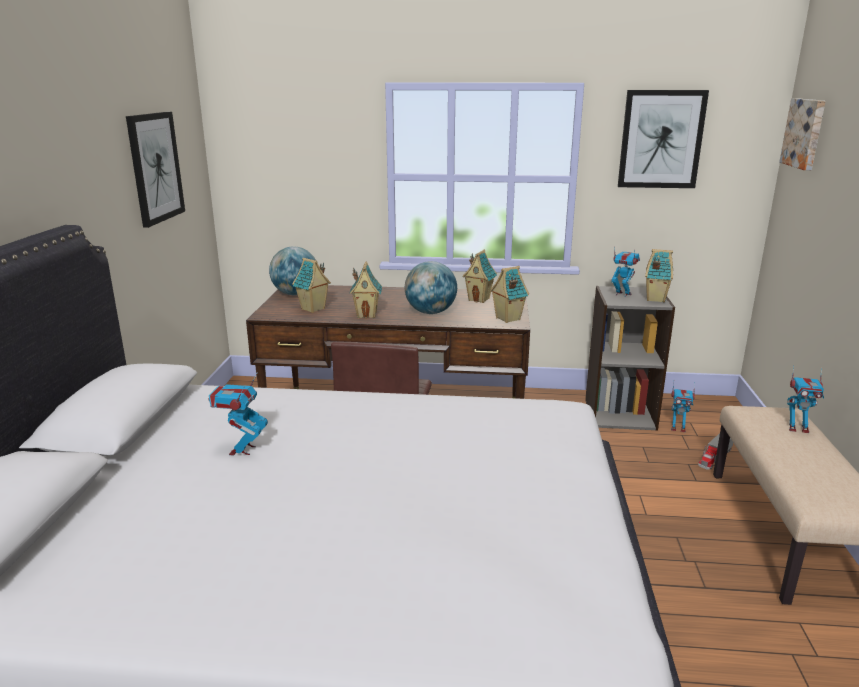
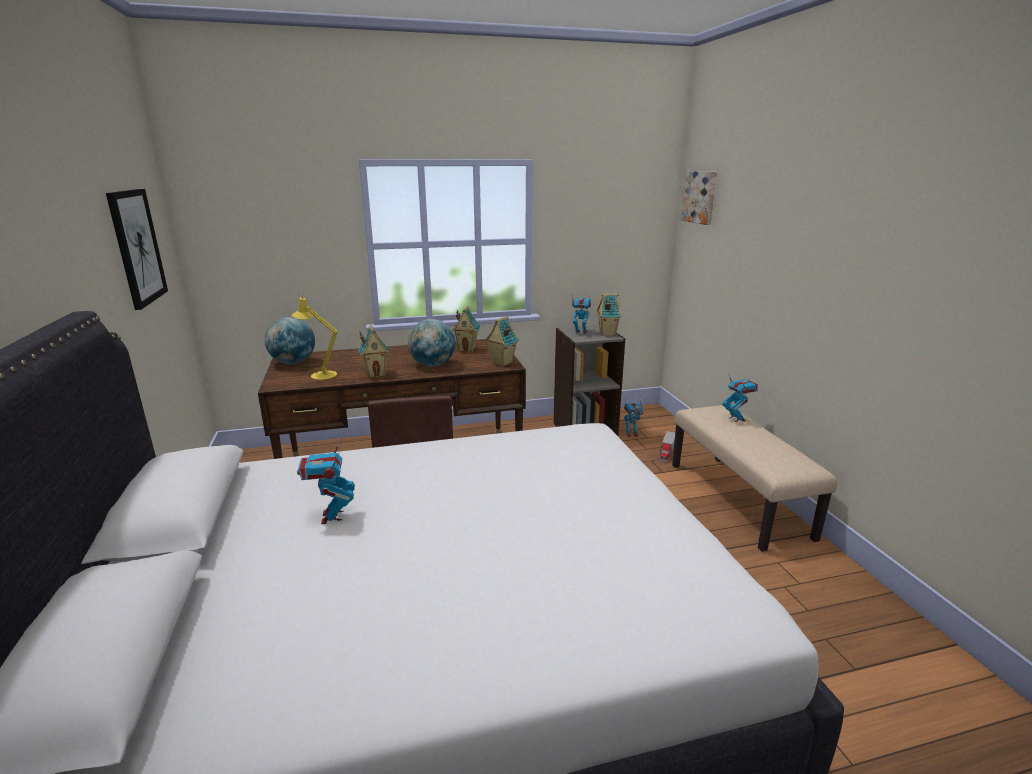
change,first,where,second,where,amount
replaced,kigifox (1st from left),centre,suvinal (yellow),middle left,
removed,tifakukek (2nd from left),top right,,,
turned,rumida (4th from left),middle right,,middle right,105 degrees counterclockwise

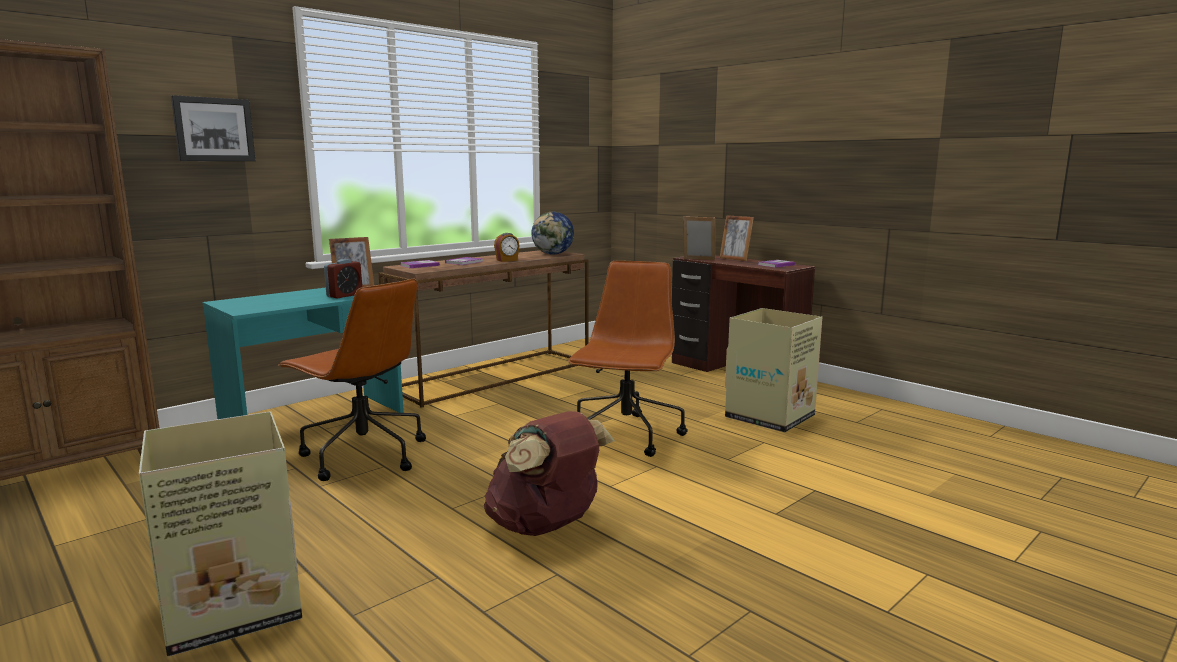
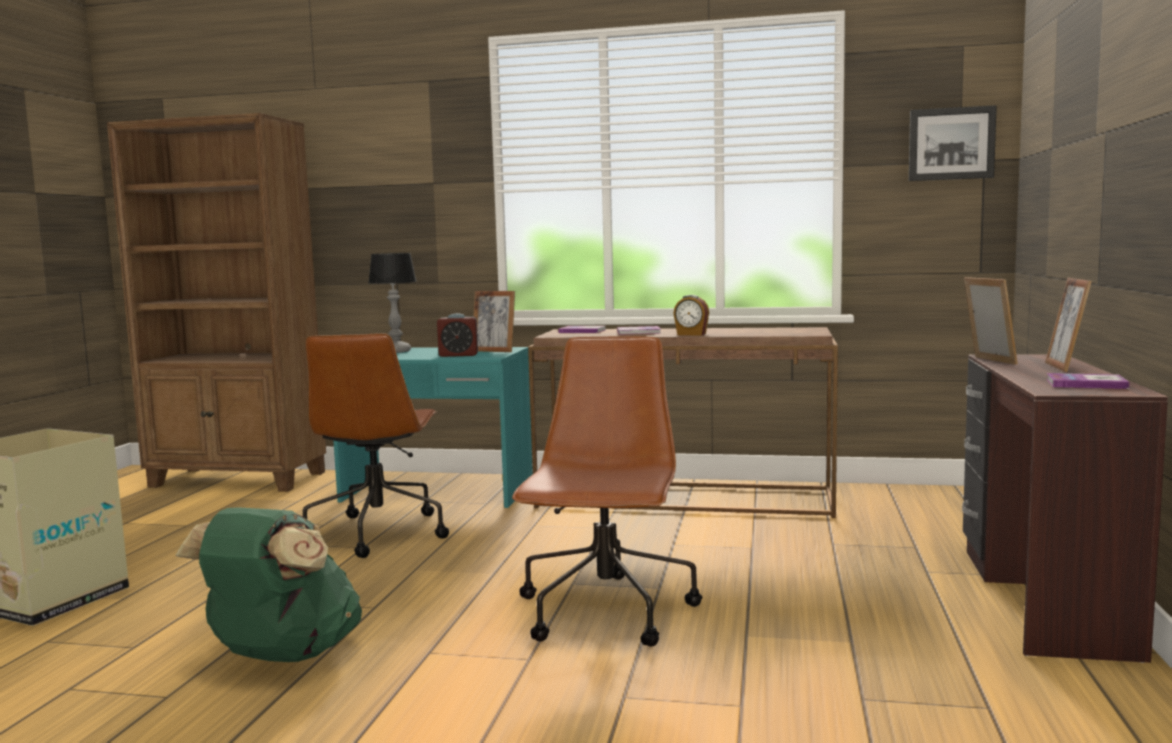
change,first,where,second,where,amount
moved,tifakukek,top left,,top right,
recoloured,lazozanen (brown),bottom centre,lazozanen (green),bottom left,
removed,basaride,centre,,,
turned,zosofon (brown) (2nd from left),centre,,centre,60 degrees counterclockwise
removed,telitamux (2nd from left),centre,,,
added,,,suvinal,centre,

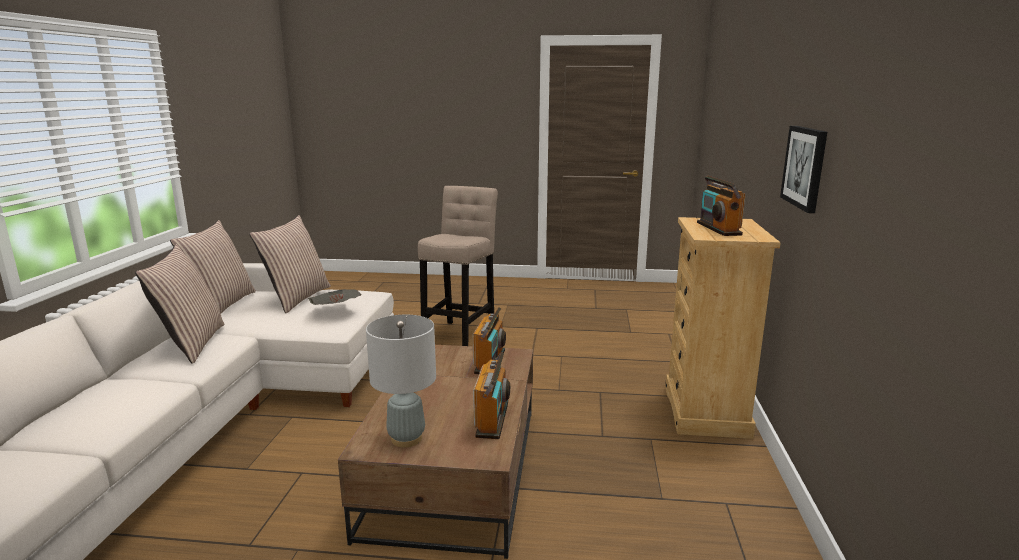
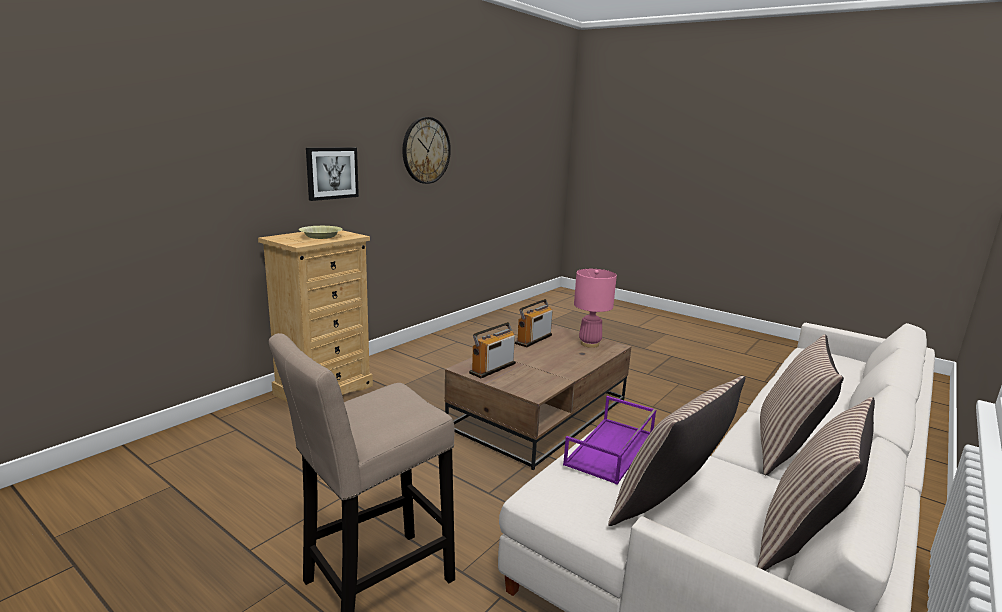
change,first,where,second,where,amount
replaced,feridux,middle left,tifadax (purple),bottom centre,
recoloured,suvinal (grey),bottom centre,suvinal (pink),centre,
replaced,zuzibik (3rd from left),middle right,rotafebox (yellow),middle left,
added,,,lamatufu,top centre,

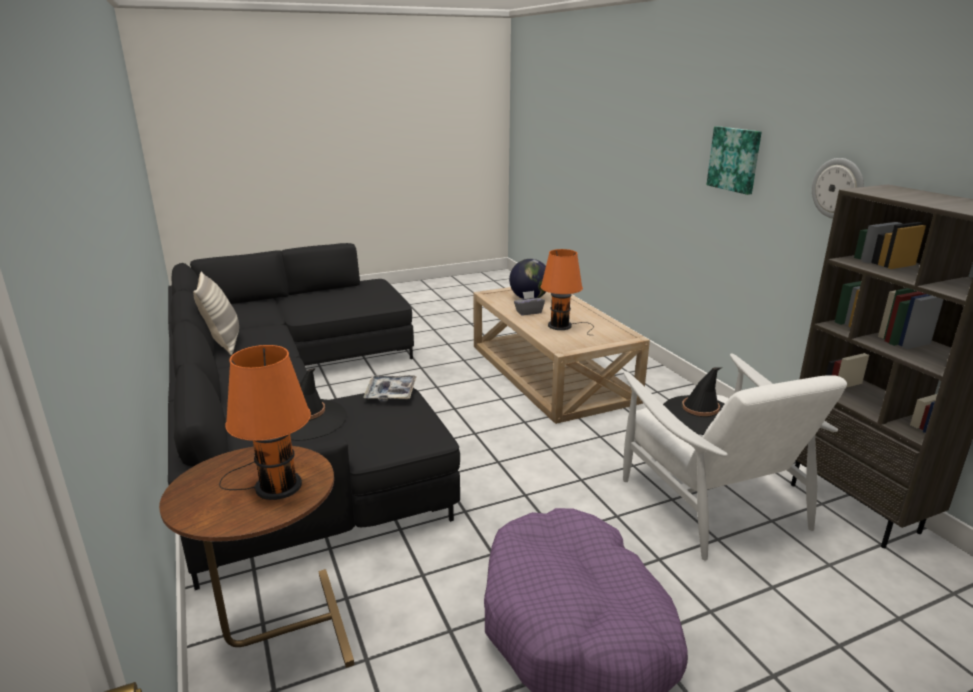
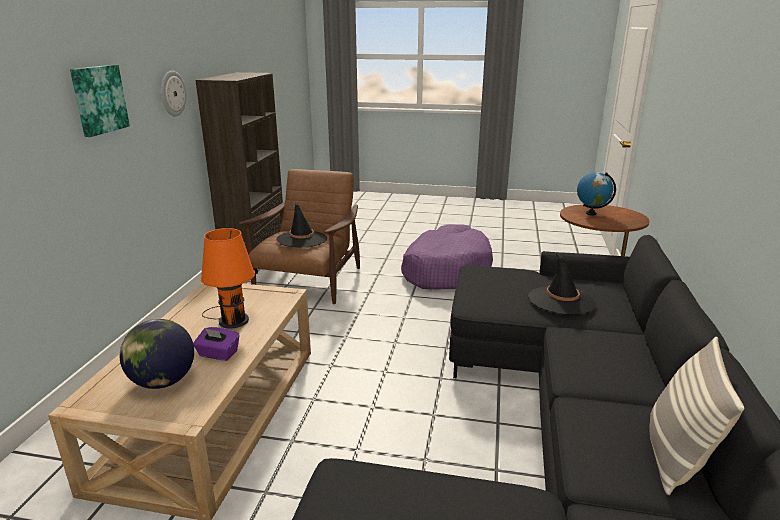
change,first,where,second,where,amount
replaced,suvinal (orange) (1st from left),middle left,basaride (2nd from left),middle right,
removed,tifadax,centre,,,
recoloured,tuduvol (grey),centre,tuduvol (purple),middle left,
recoloured,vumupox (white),middle right,vumupox (brown),centre,

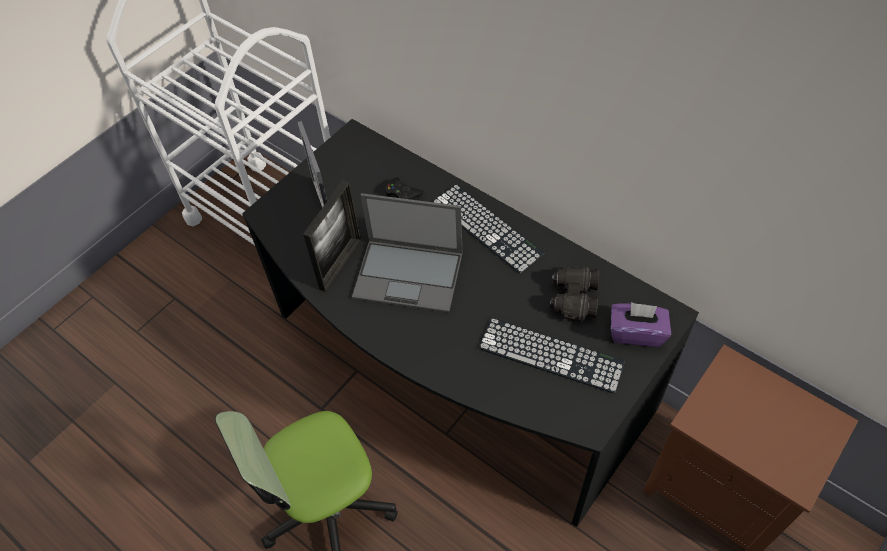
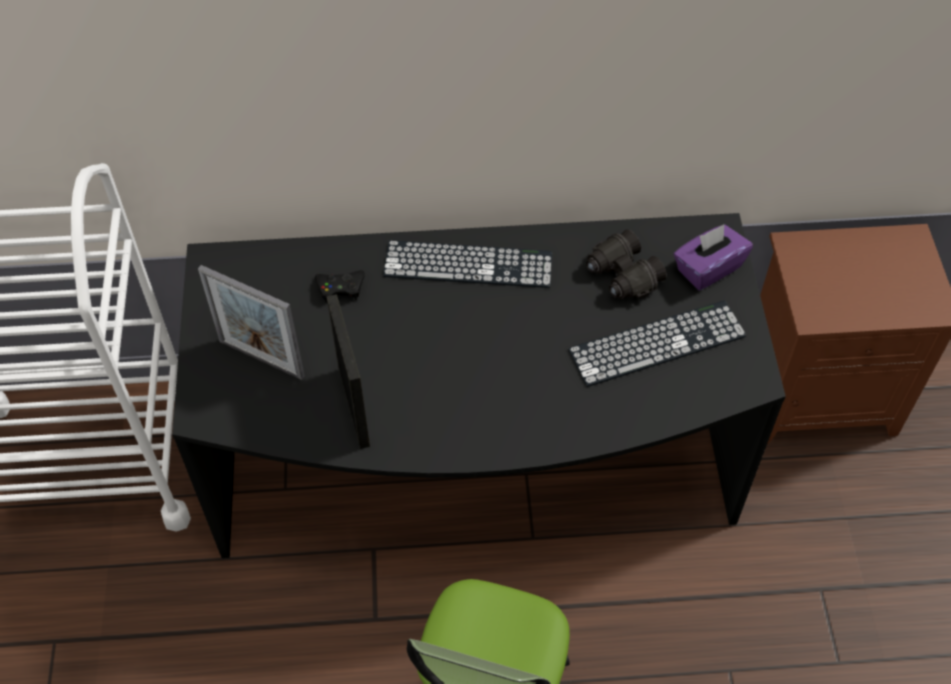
change,first,where,second,where,amount
removed,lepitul,centre,,,

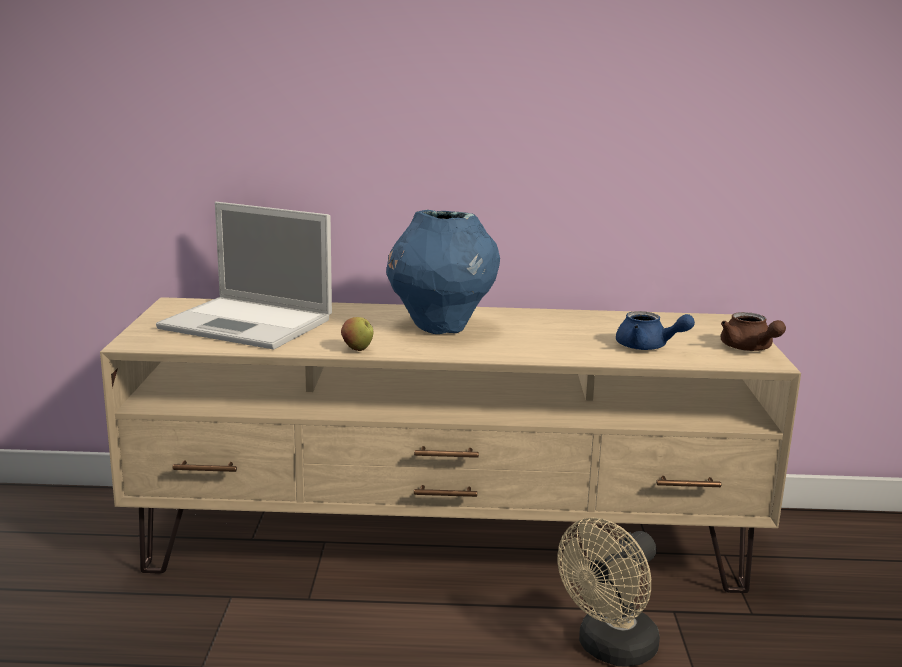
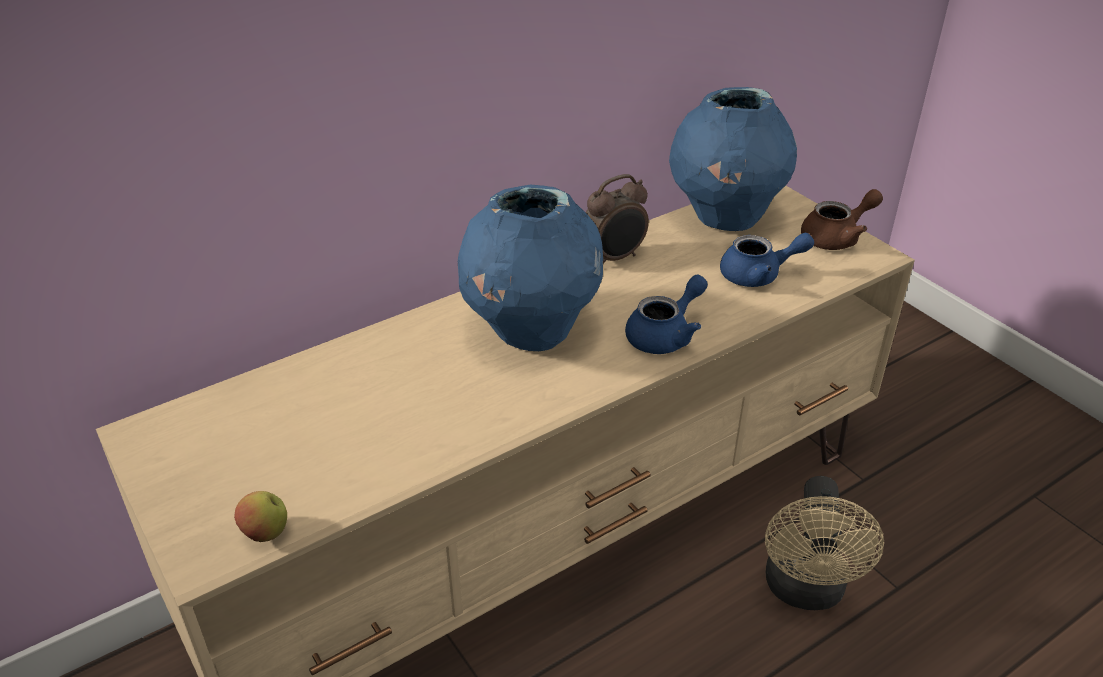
change,first,where,second,where,amount
removed,lepitul,middle left,,,
moved,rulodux,centre,,bottom left,
turned,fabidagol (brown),middle right,,top right,60 degrees counterclockwise
added,,,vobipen,top centre,
added,,,fabidagol (blue) (1st from left),centre,
added,,,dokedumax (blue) (2nd from left),top centre,

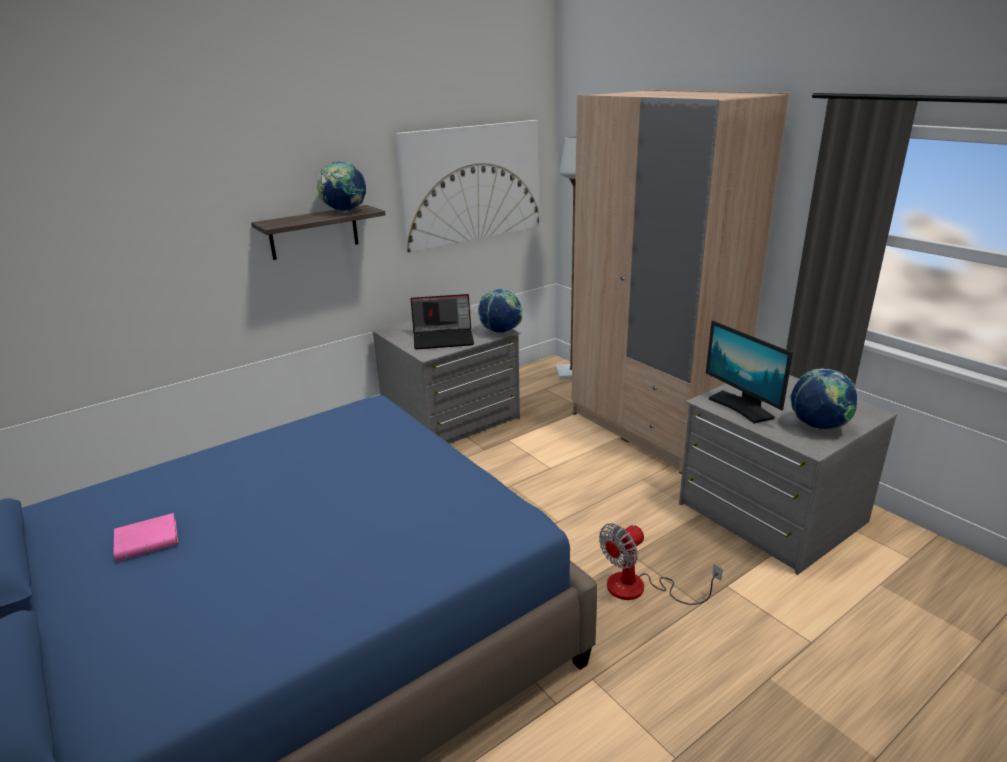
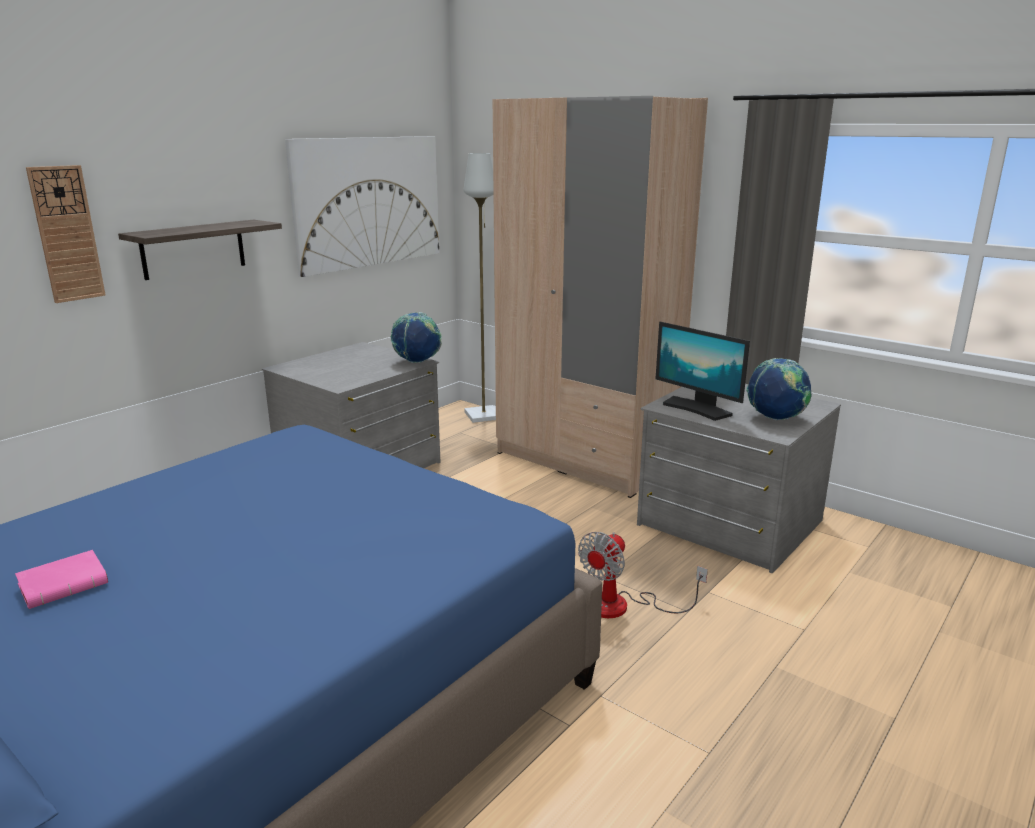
change,first,where,second,where,amount
removed,basaride (1st from left),top centre,,,
removed,lepitul,centre,,,
added,,,lamatufu,top left,

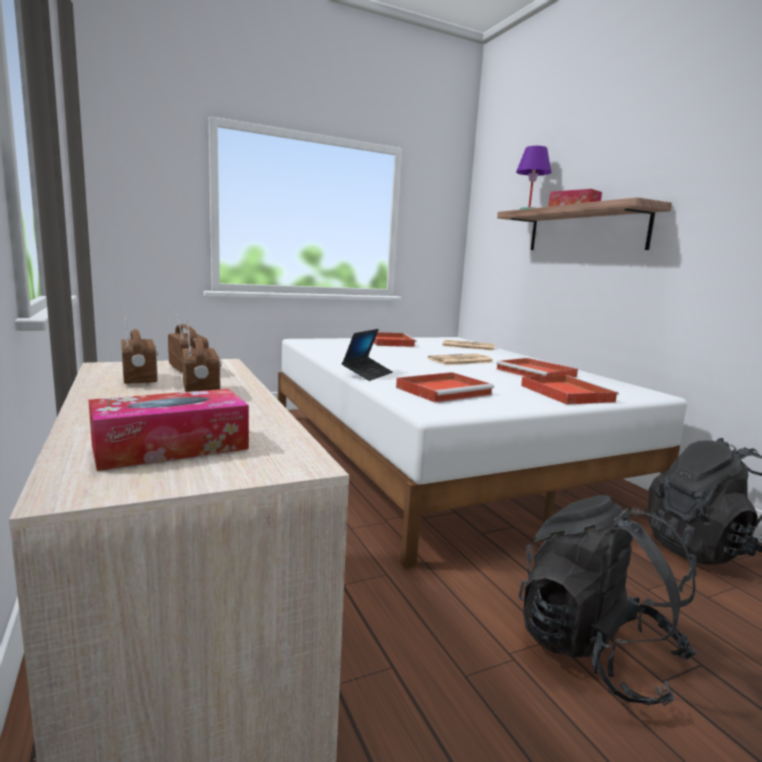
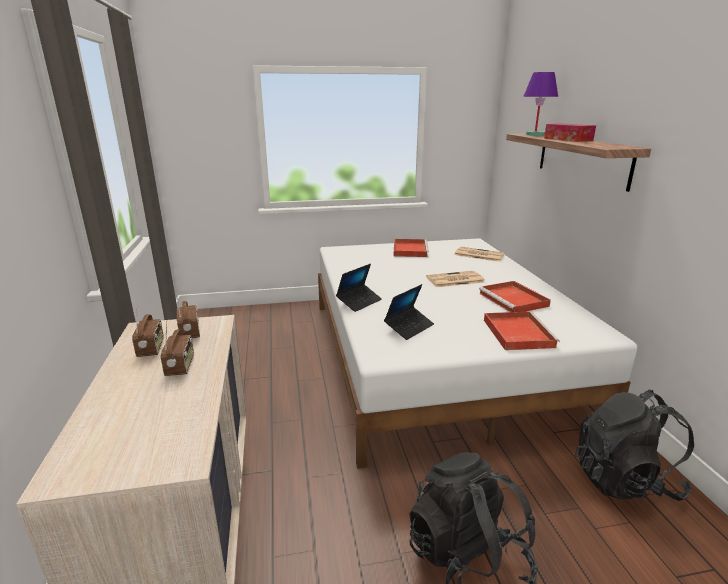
change,first,where,second,where,amount
removed,tuduvol (1st from left),middle left,,,
replaced,tifadax (red) (2nd from left),centre,lepitul (2nd from left),centre,

